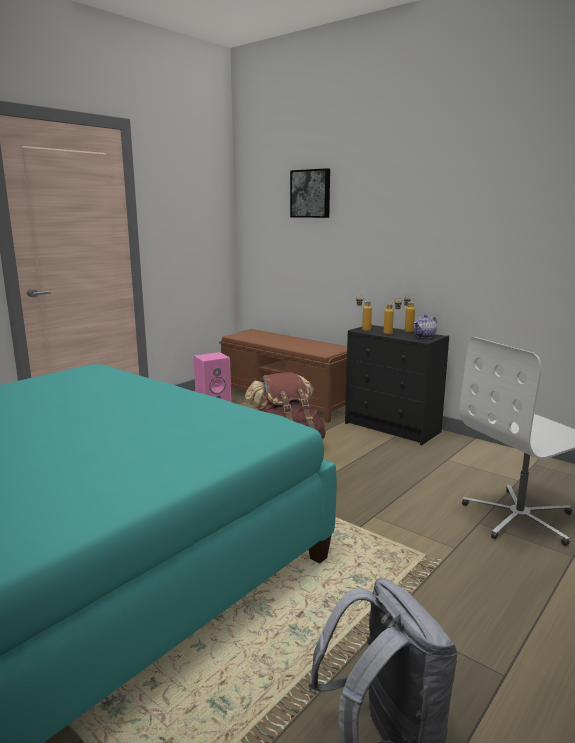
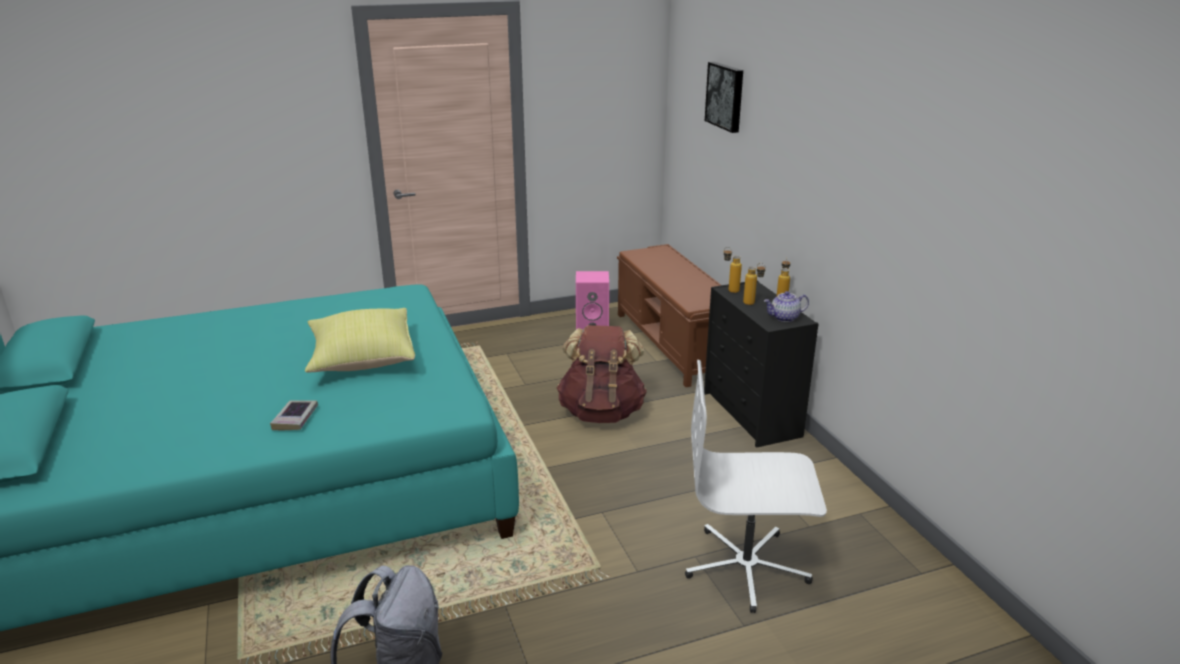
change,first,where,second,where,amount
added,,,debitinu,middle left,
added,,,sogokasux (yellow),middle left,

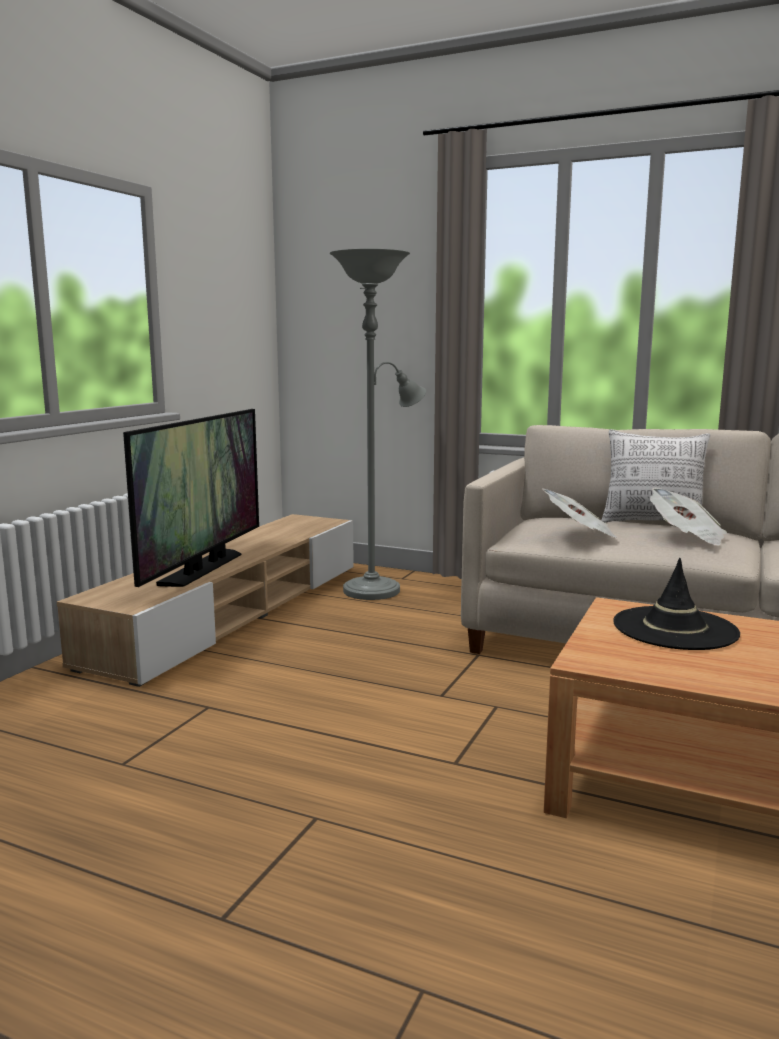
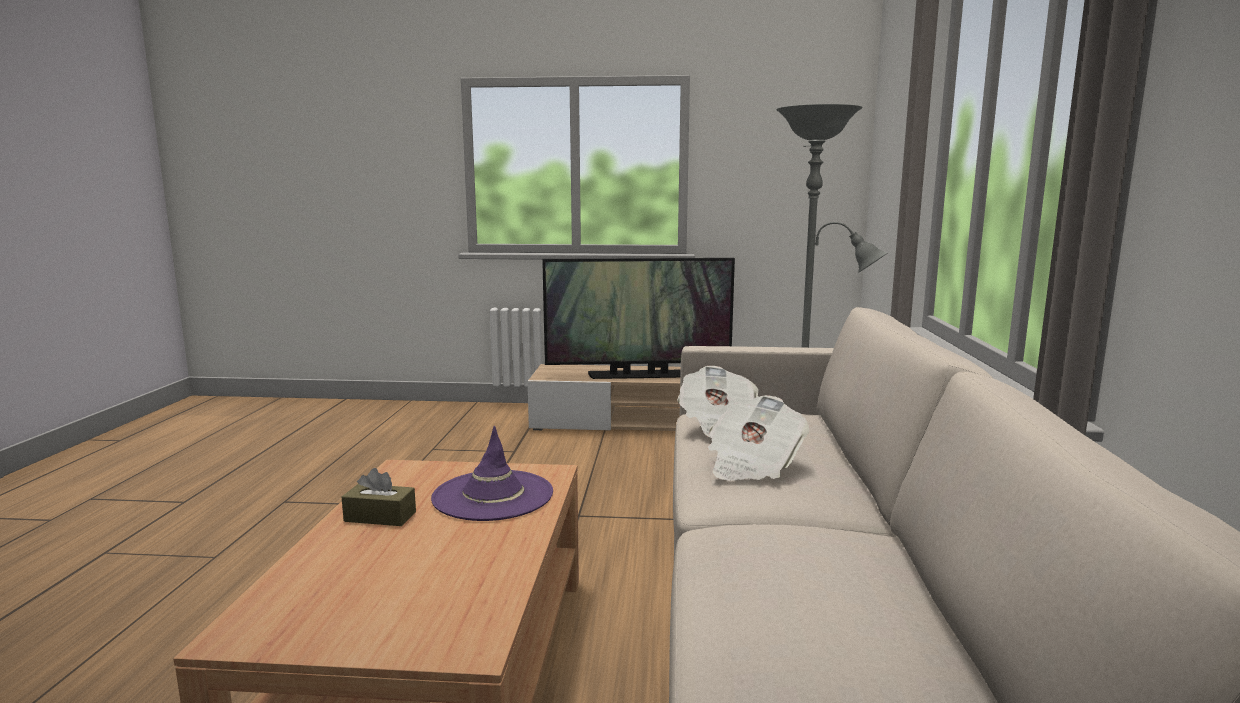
change,first,where,second,where,amount
removed,sogokasux,middle right,,,
recoloured,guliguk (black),middle right,guliguk (purple),bottom centre,
added,,,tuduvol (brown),bottom left,

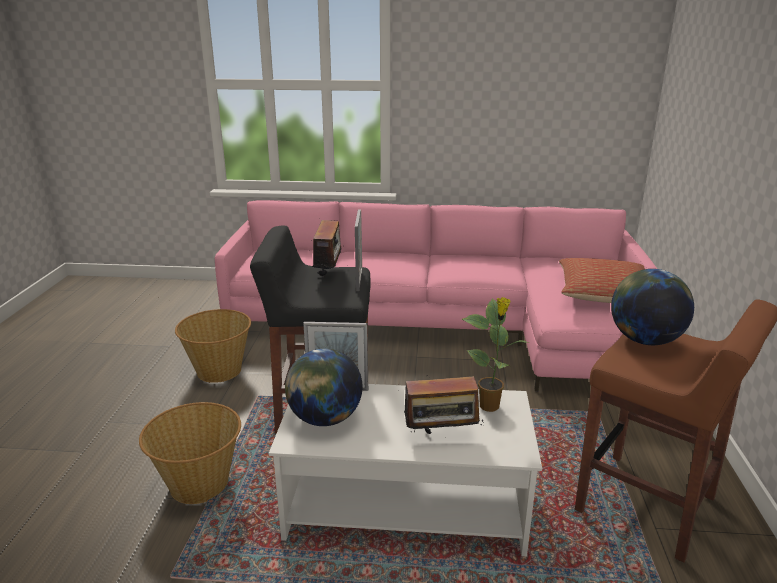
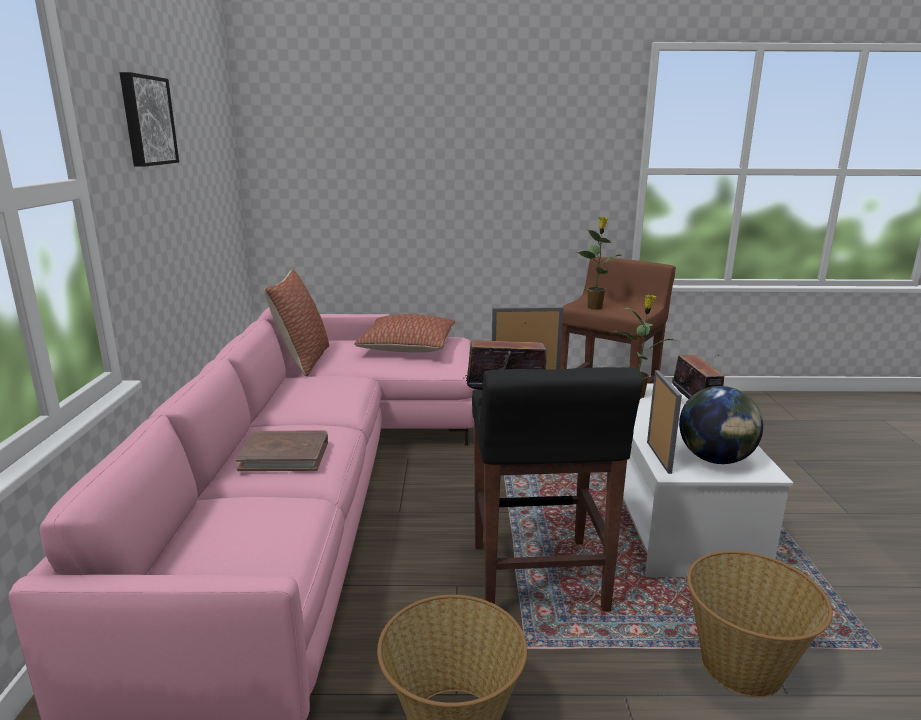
change,first,where,second,where,amount
replaced,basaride (2nd from left),middle right,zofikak (1st from left),centre,
added,,,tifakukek,top left,
added,,,debitinu (brown),middle left,
added,,,sogokasux (1st from left),middle left,

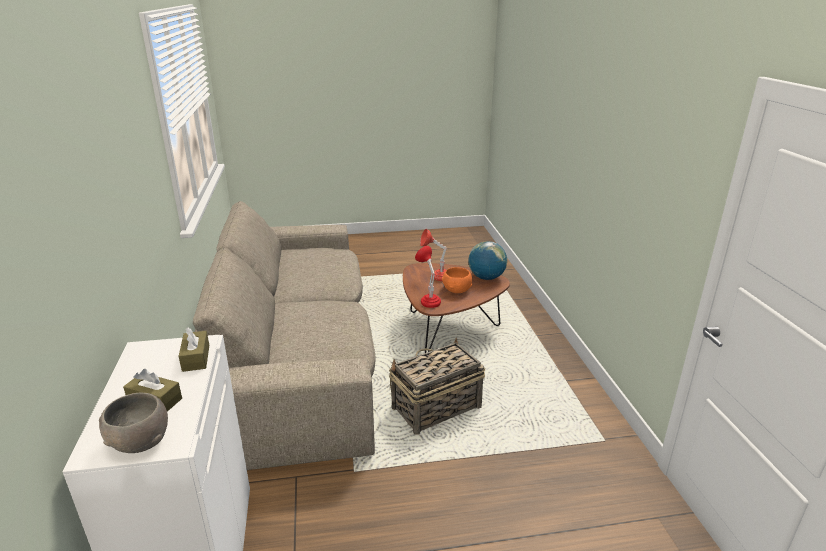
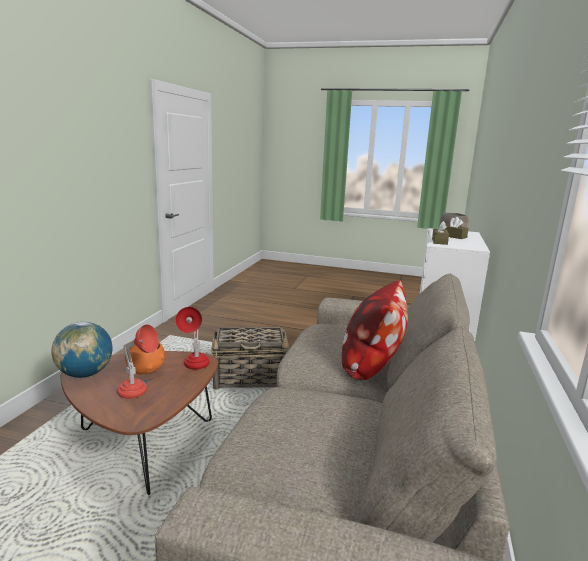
change,first,where,second,where,amount
added,,,sogokasux,centre,

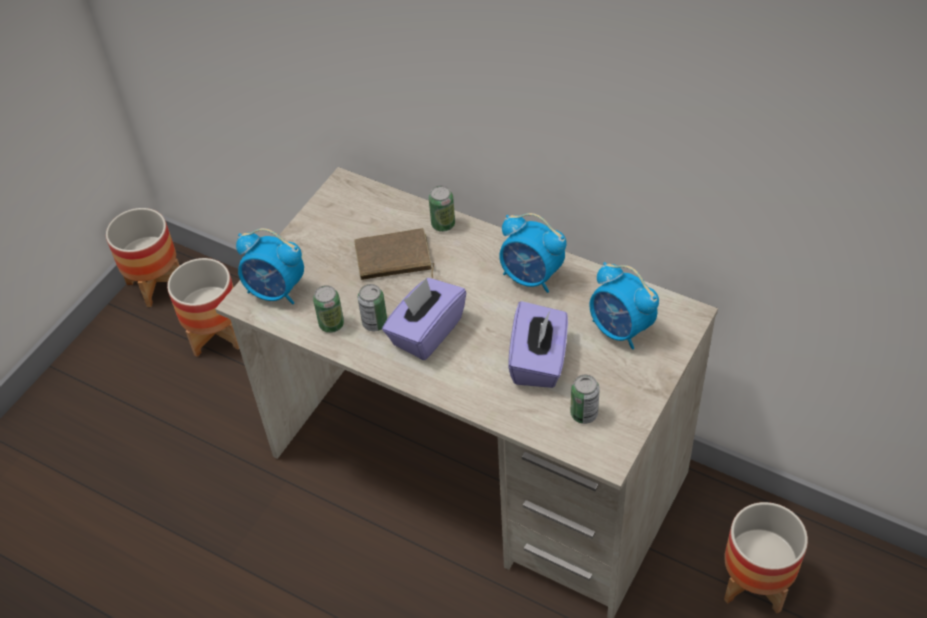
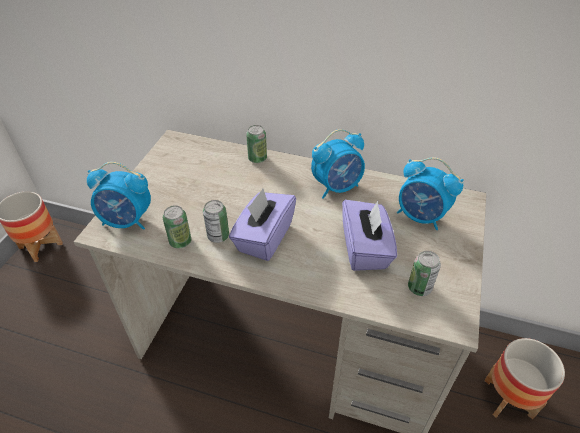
change,first,where,second,where,amount
removed,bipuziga (2nd from left),middle left,,,
removed,debitinu (brown),centre,,,
turned,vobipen (2nd from left),centre,,centre,45 degrees counterclockwise

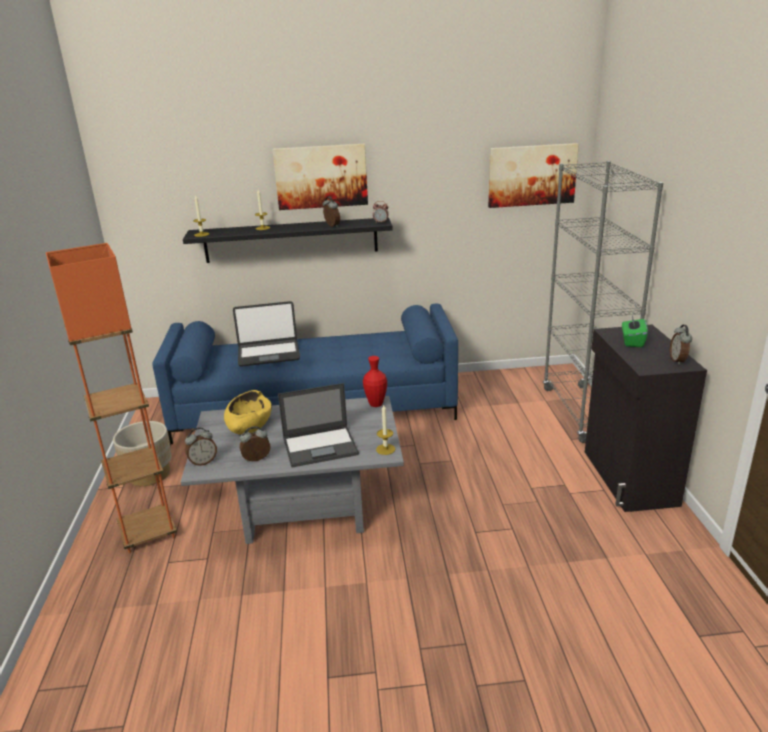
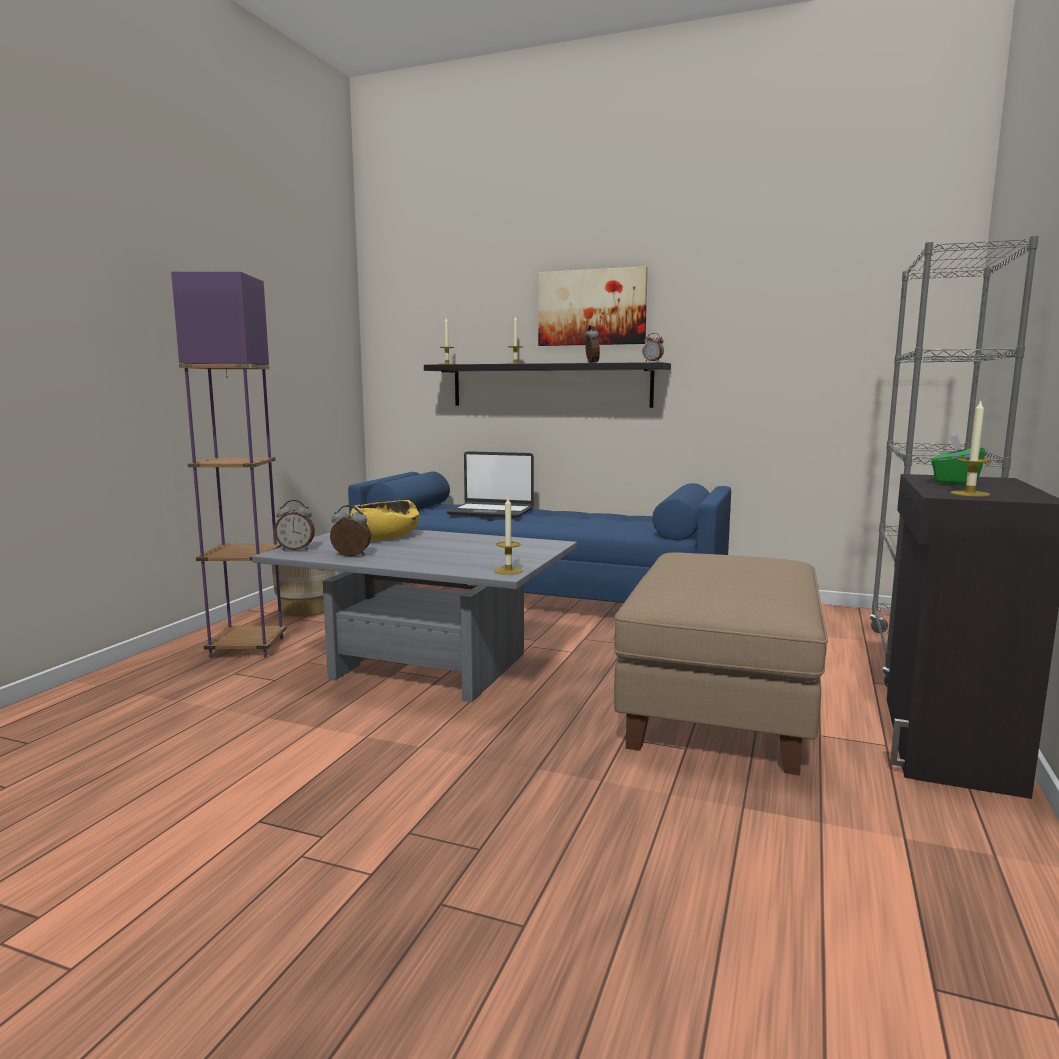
change,first,where,second,where,amount
recoloured,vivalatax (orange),middle left,vivalatax (purple),middle left,
removed,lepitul (2nd from left),centre,,,
removed,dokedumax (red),centre,,,
removed,tifakukek (2nd from left),top right,,,
removed,vobipen (5th from left),middle right,,,
added,,,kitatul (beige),middle right,
added,,,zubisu (4th from left),middle right,

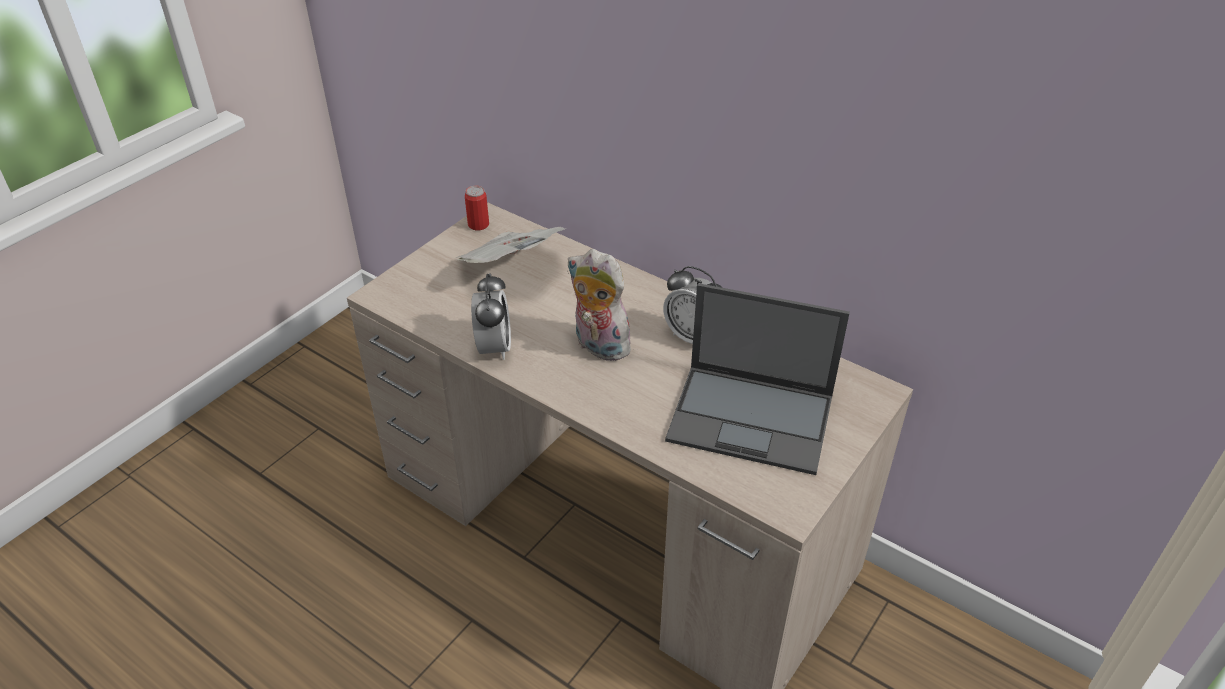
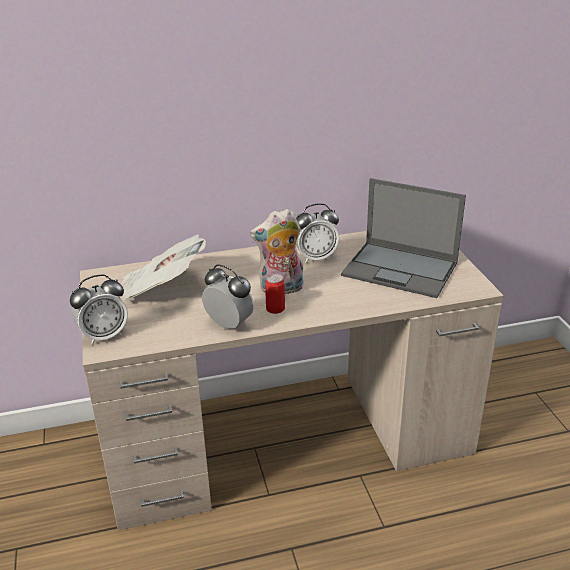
change,first,where,second,where,amount
moved,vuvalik,top centre,,centre,
turned,lepitul,centre,,middle right,60 degrees clockwise
added,,,vobipen (1st from left),middle left,

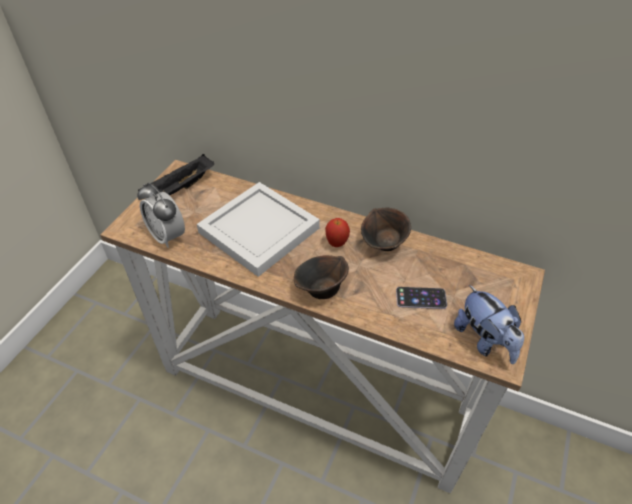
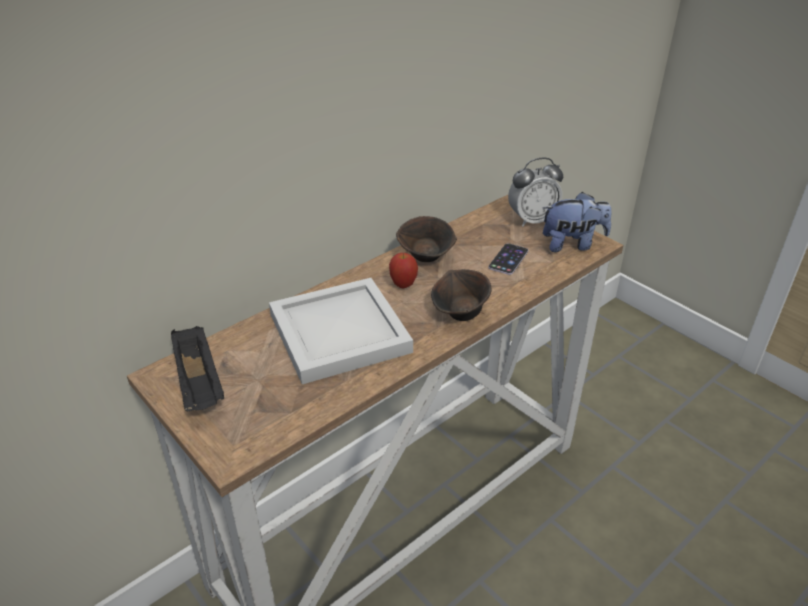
change,first,where,second,where,amount
moved,vobipen,middle left,,top centre,

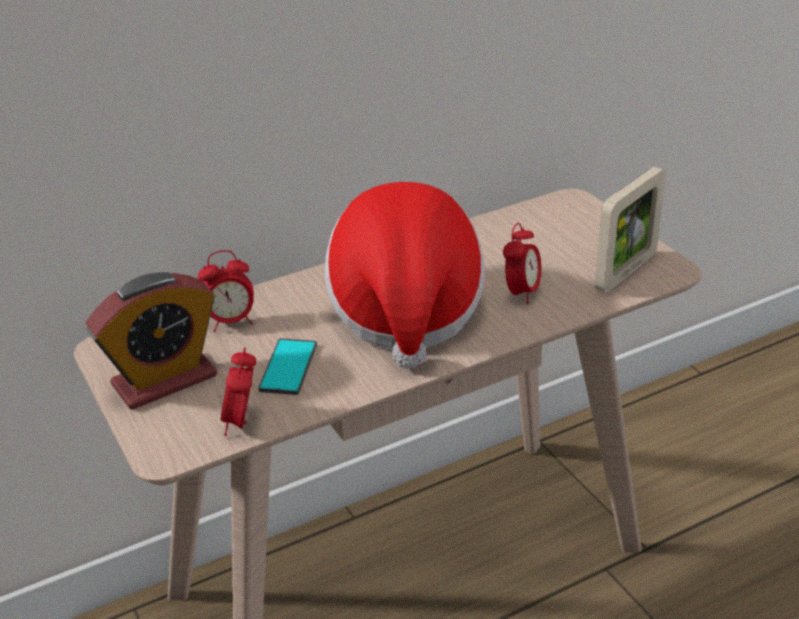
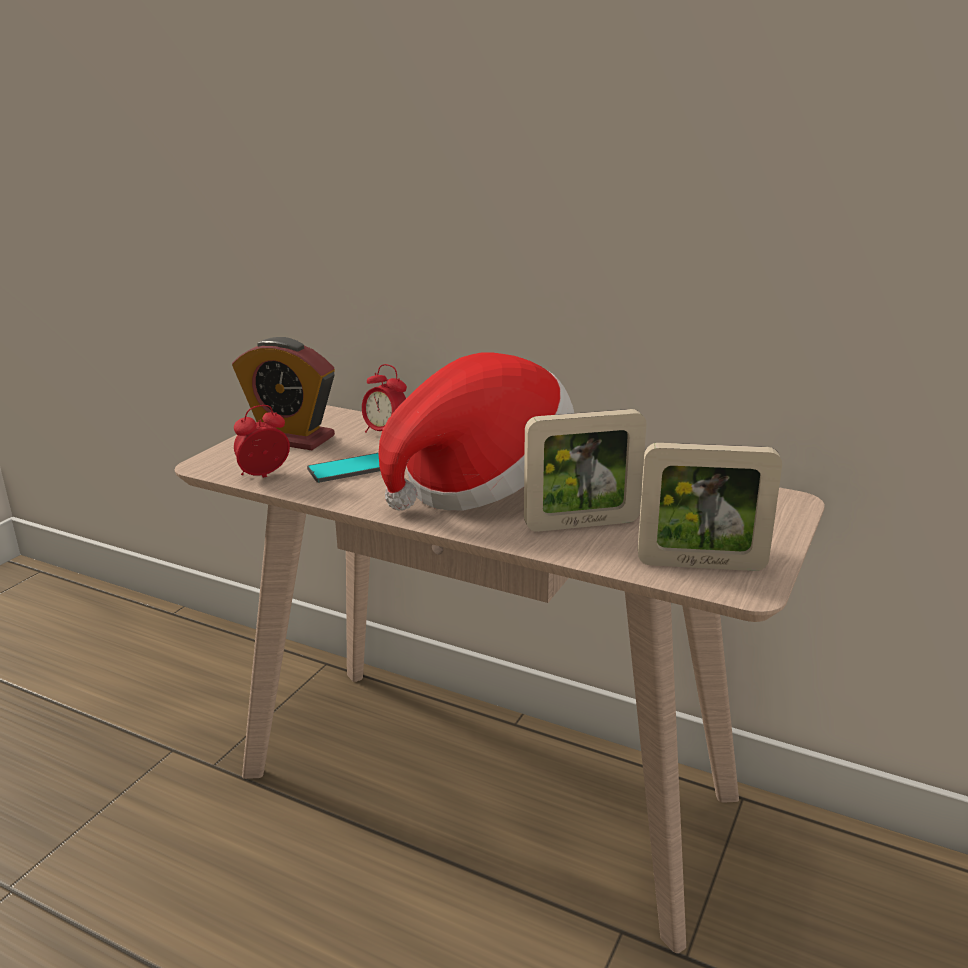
change,first,where,second,where,amount
replaced,vobipen (4th from left),centre,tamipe (1st from left),centre,

